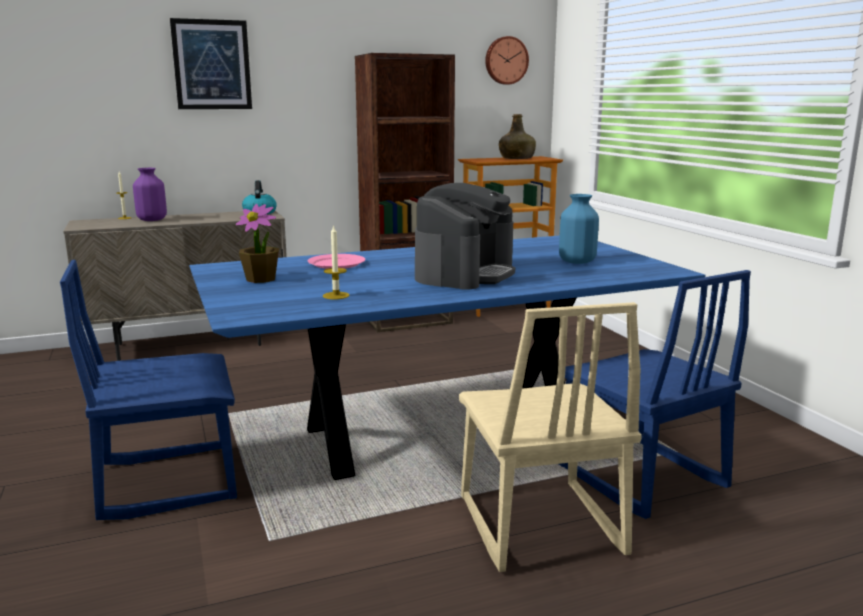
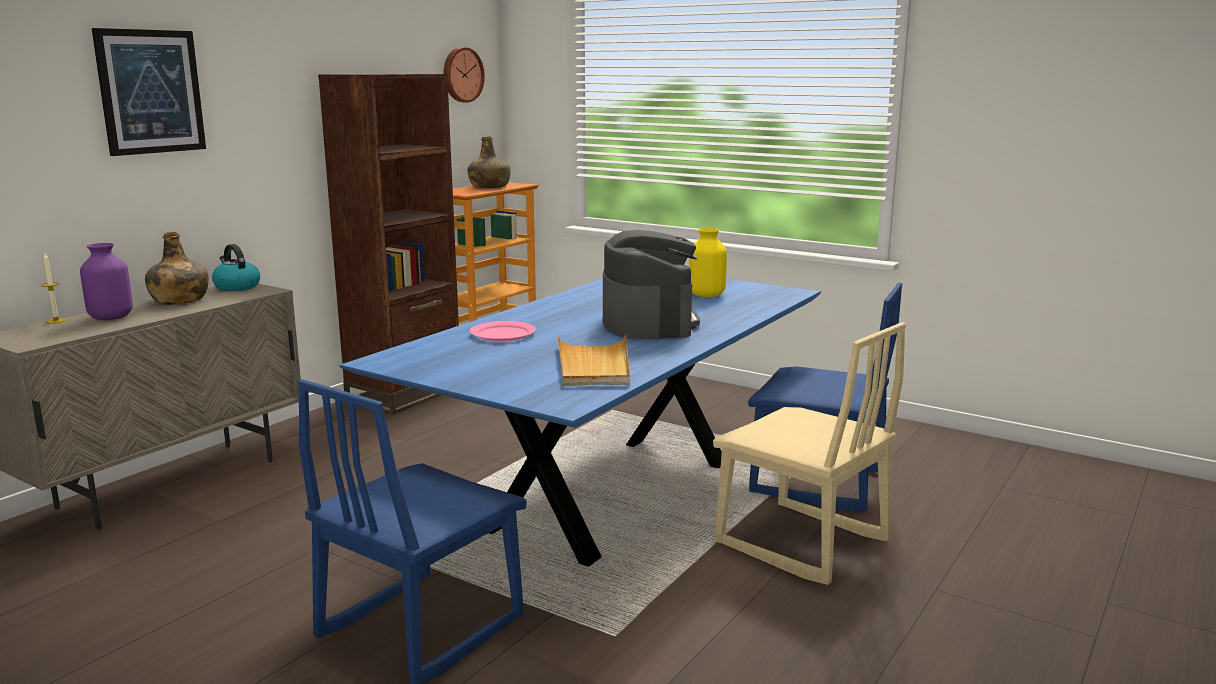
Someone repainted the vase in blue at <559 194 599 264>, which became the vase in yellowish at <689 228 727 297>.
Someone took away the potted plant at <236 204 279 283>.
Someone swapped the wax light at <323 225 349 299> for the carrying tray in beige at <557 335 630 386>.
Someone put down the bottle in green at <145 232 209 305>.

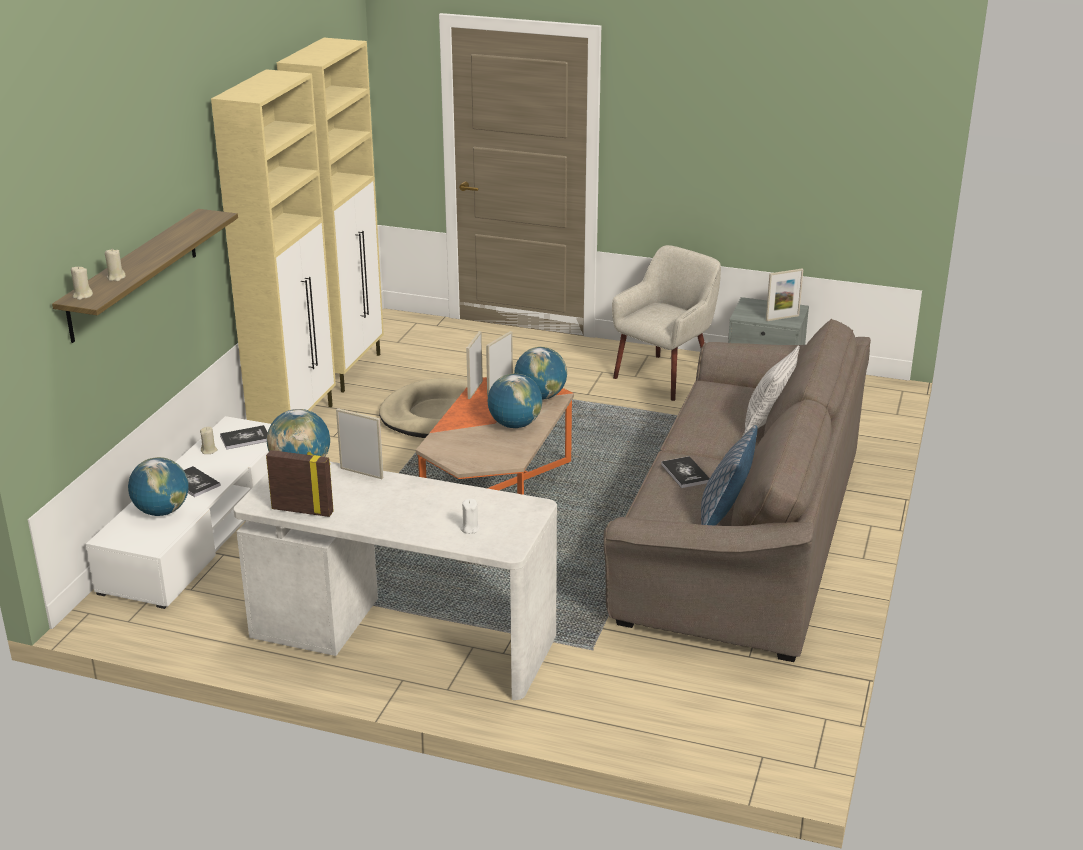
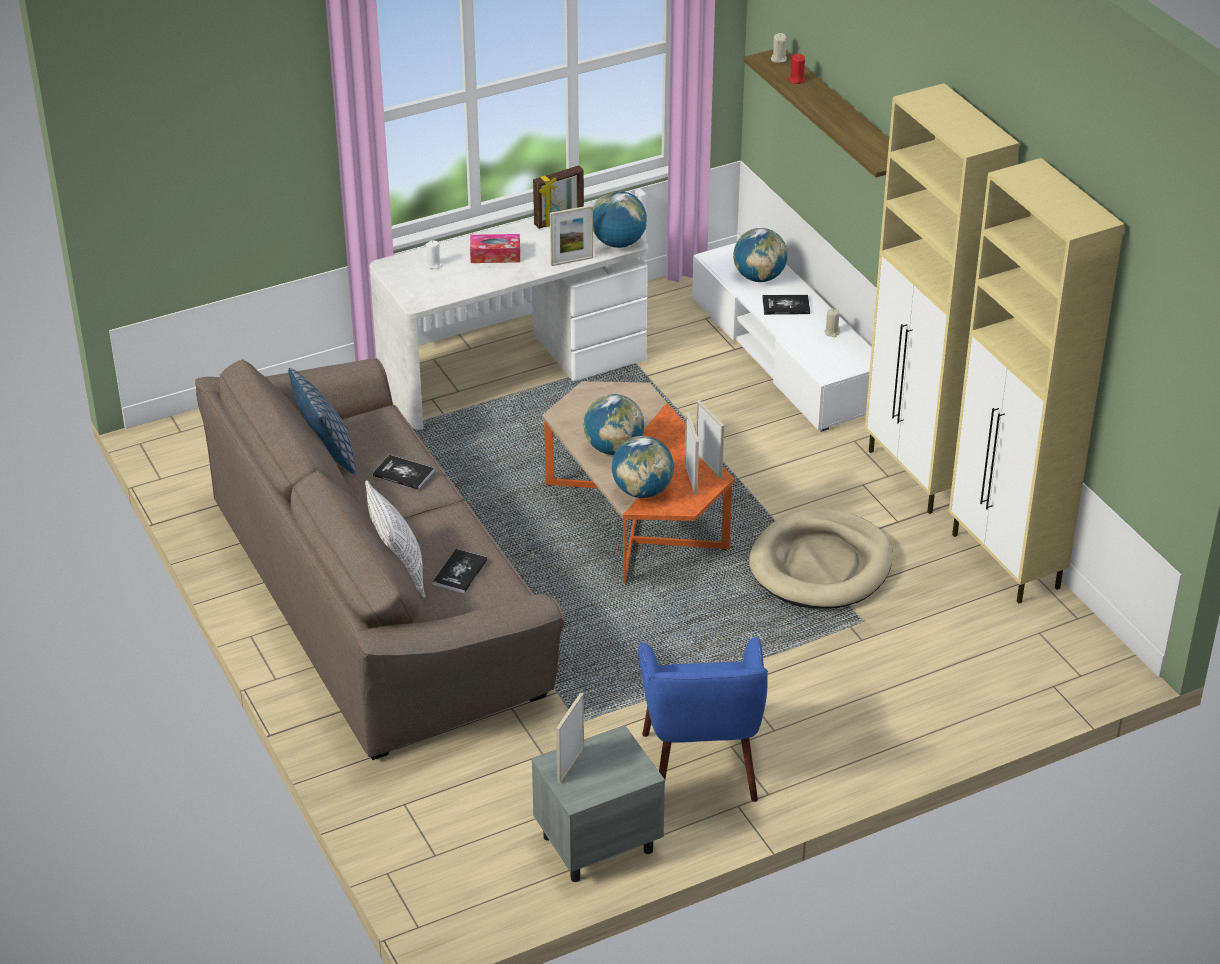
Someone repainted the armchair in beige at <612 245 721 401>, which became the armchair in blue at <638 637 768 802>.
Someone repainted the wax light in beige at <105 248 126 281>, which became the wax light in reddish at <788 53 806 84>.
Someone carried the bound book from <220 425 268 450> to <432 549 488 593>.
Someone put down the box of tissues at <470 234 520 263>.

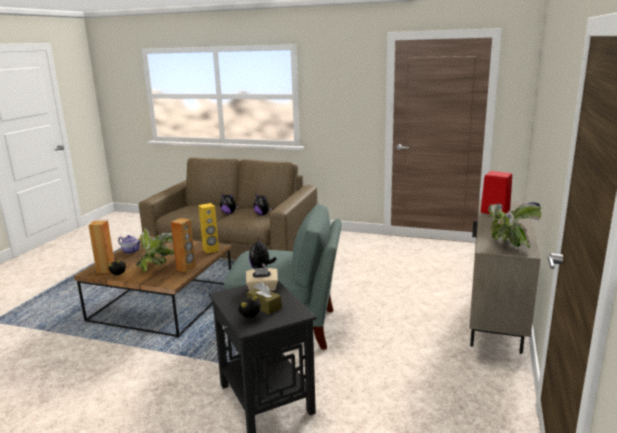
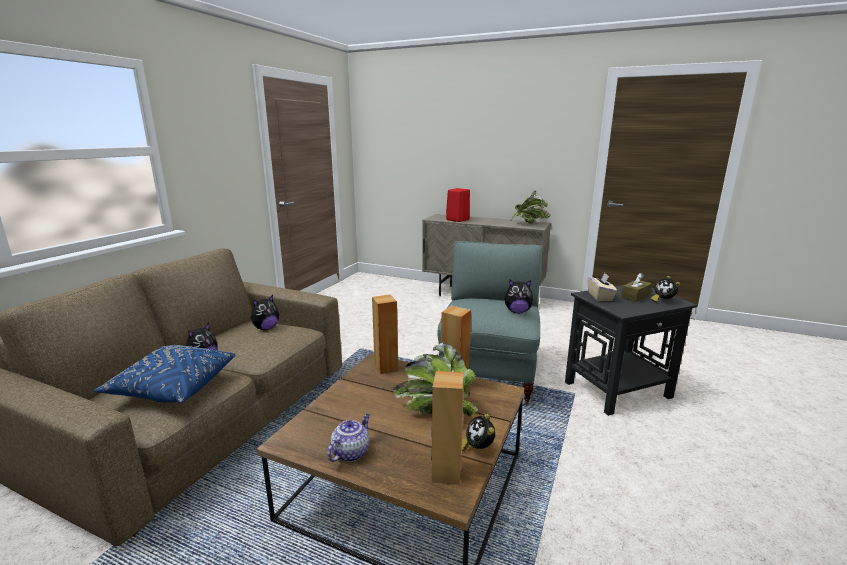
Someone repainted the loudspeaker in yellowish at <198 203 219 254>, which became the loudspeaker in brown at <372 294 398 374>.
Someone put down the cushion in blue at <94 345 235 403>.

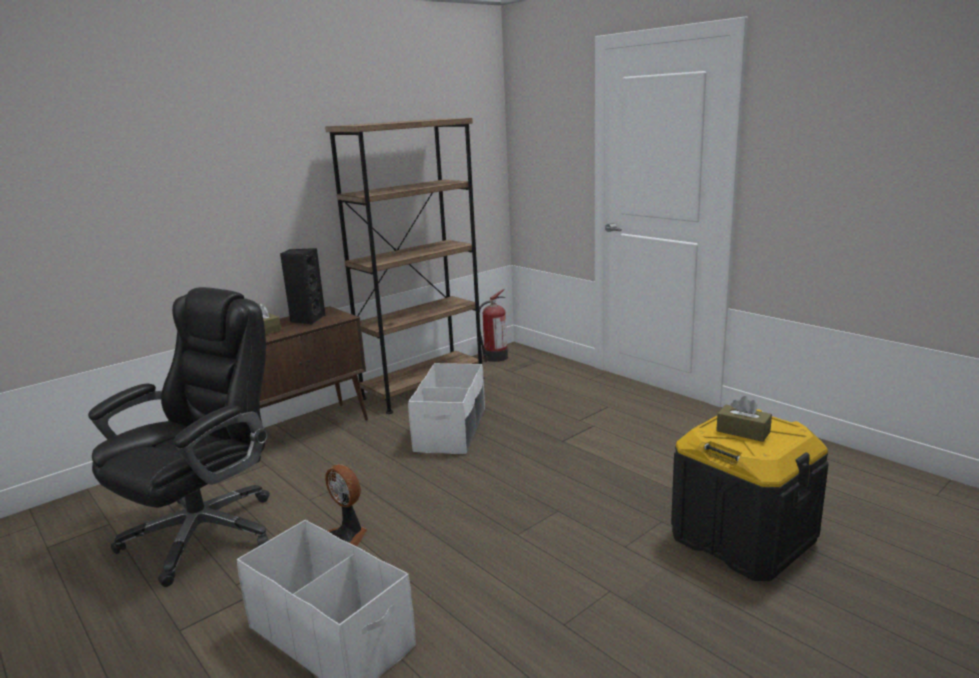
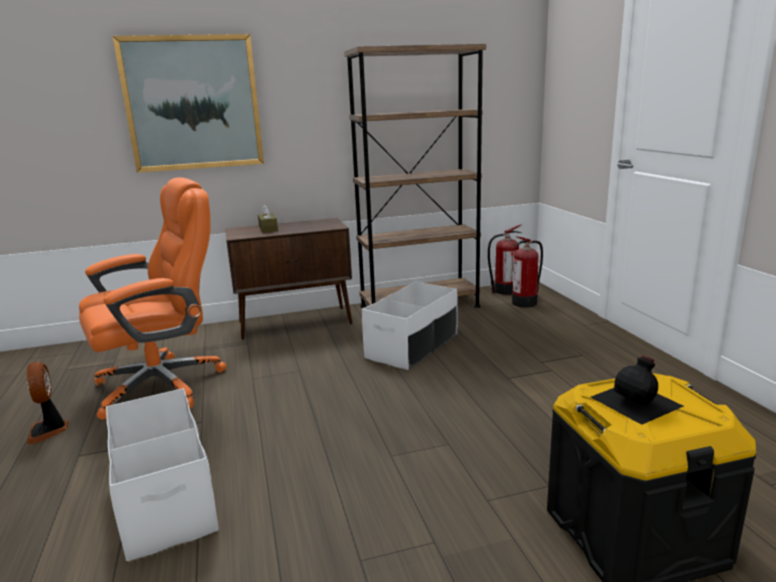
Someone took away the loudspeaker in black at <280 248 326 325>.
Someone repainted the computer chair in black at <88 287 270 587>, which became the computer chair in orangey at <79 177 227 420>.
Someone swapped the box of tissues in brown at <716 396 772 442> for the bottle in black at <591 355 684 425>.
Someone carried the cooling fan from <325 464 367 546> to <26 362 69 444>.
Someone put up the picture at <112 34 264 173>.
Someone put down the fire extinguisher at <512 236 543 308>.

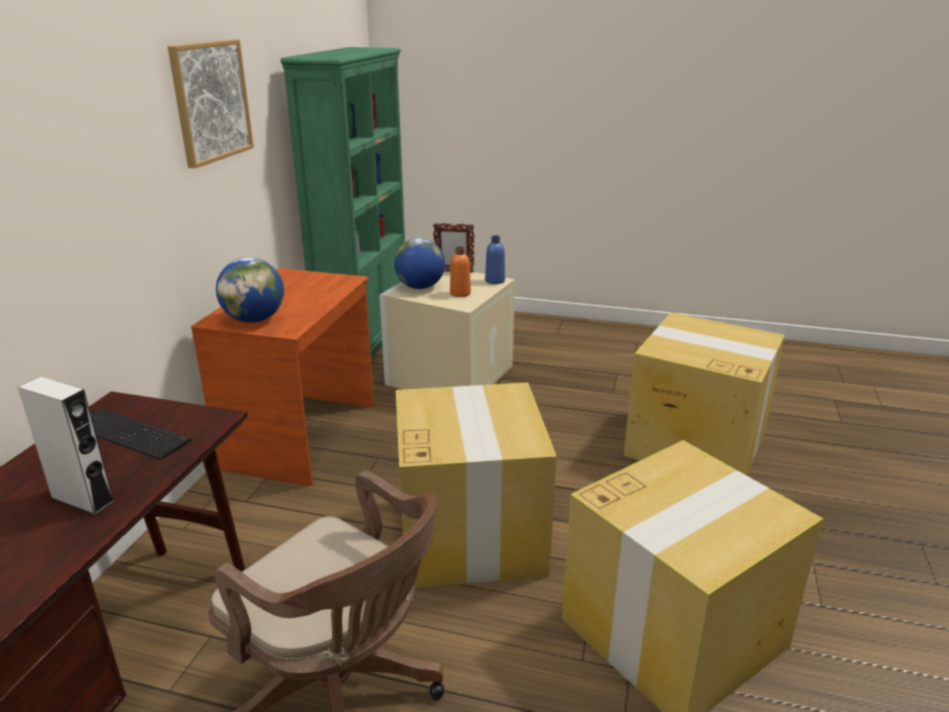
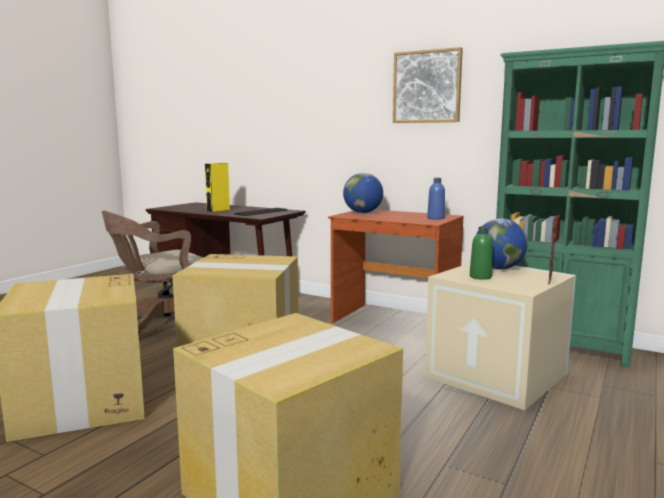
Someone carried the bottle in blue from <485 235 505 284> to <427 178 445 220>.
Someone repainted the bottle in orangey at <450 246 471 297>, which became the bottle in green at <470 227 493 280>.
Someone repainted the loudspeaker in greyish at <18 376 115 515>, which became the loudspeaker in yellowish at <205 163 230 212>.

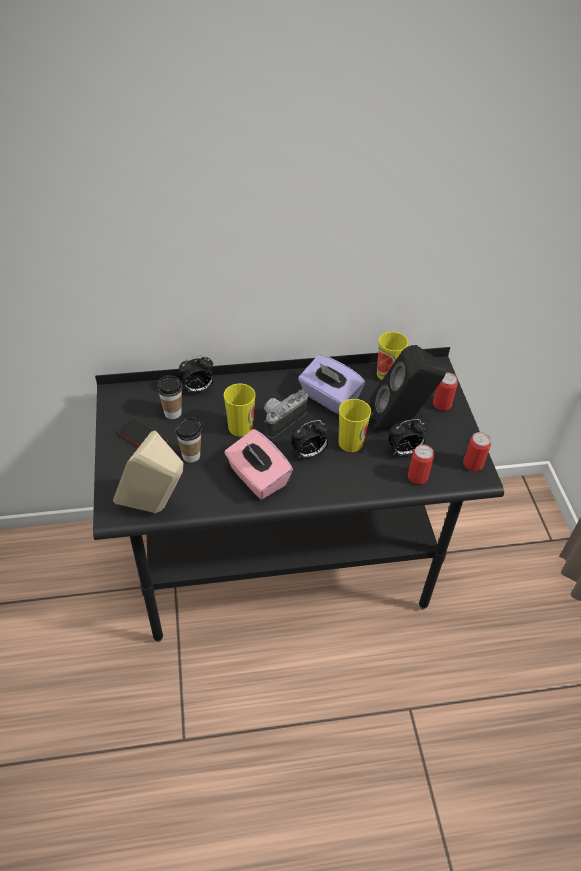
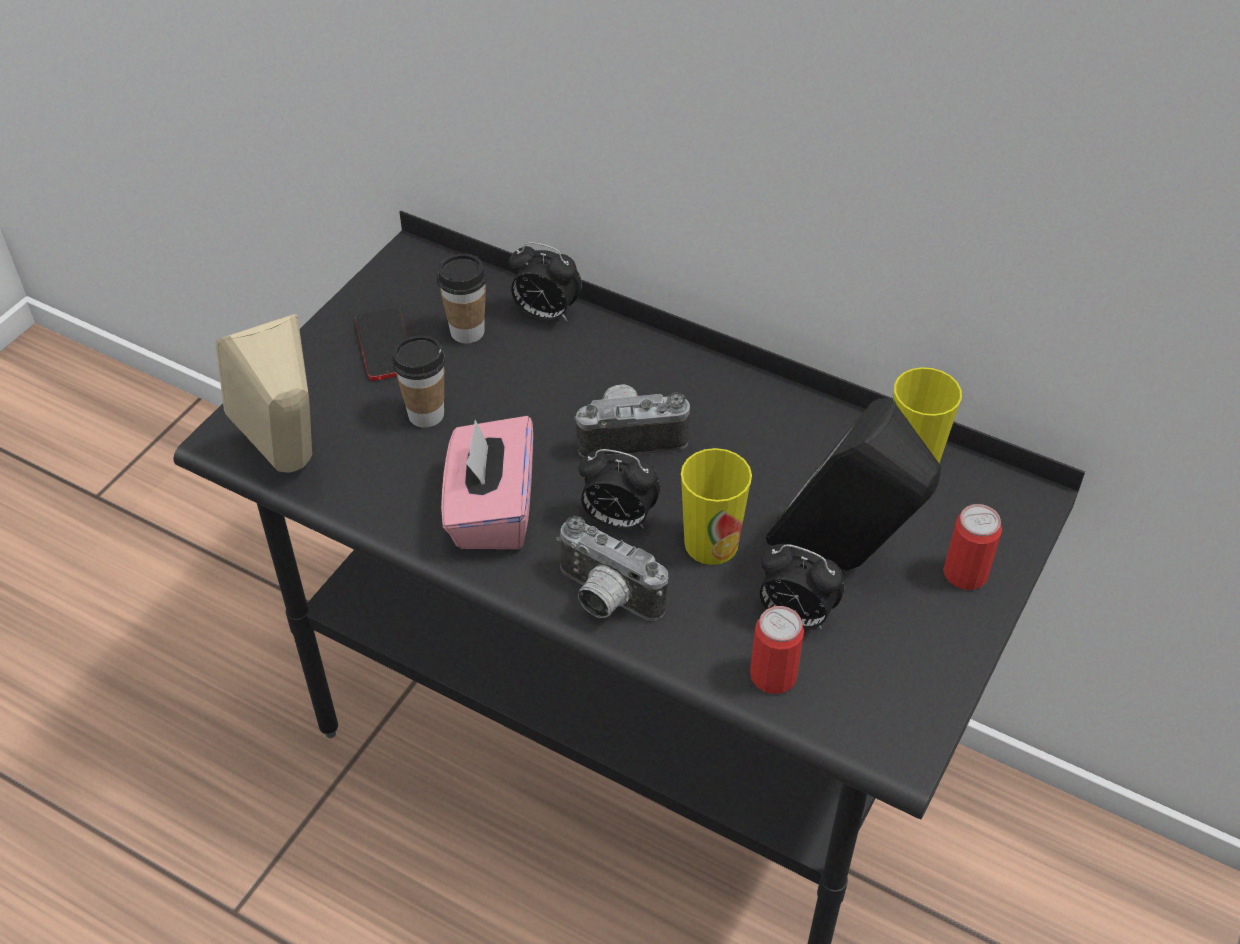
Someone took away the box of tissues in purple-coloured at <298 355 365 414>.
Someone took away the drinking cup at <224 383 255 437>.
Someone took away the metal can at <463 432 491 471>.
Someone put down the photo camera at <556 516 669 621>.

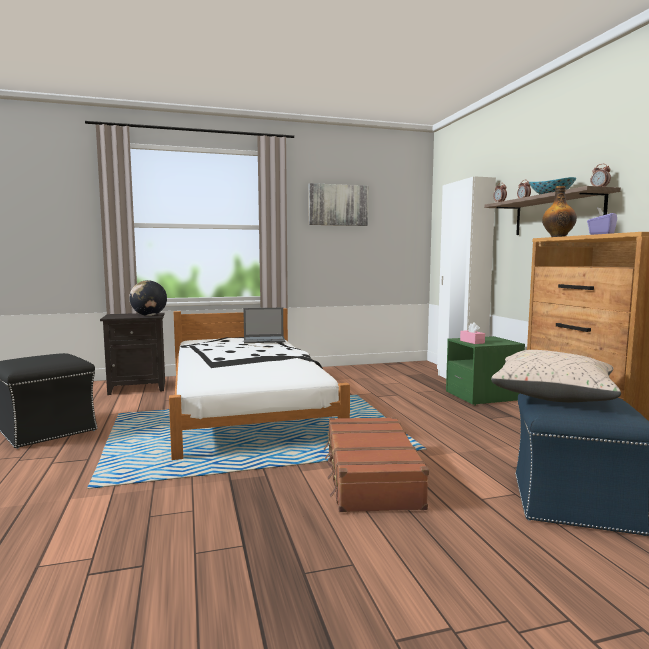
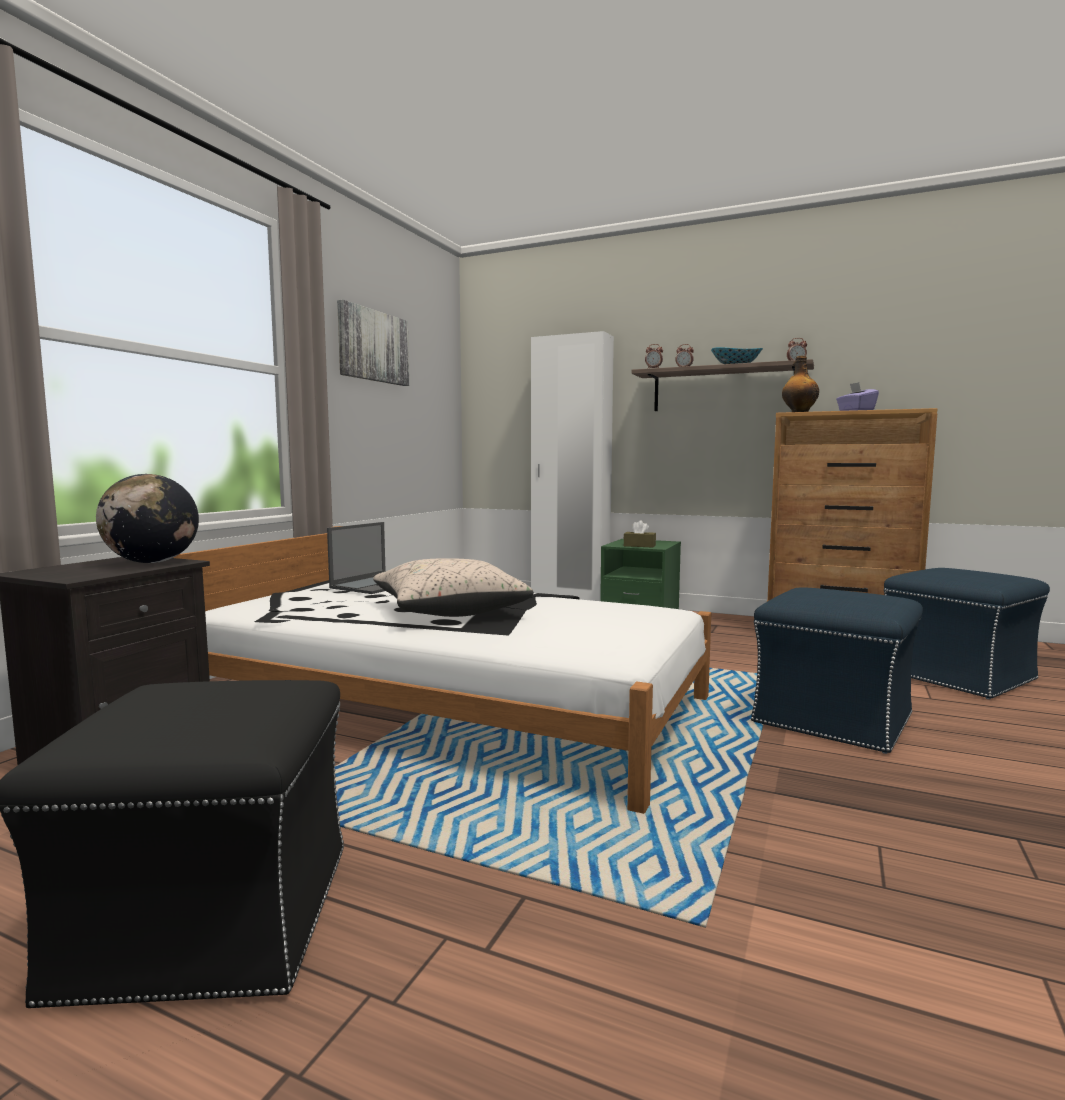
Someone repainted the box of tissues in pink at <460 322 485 344>, which became the box of tissues in brown at <624 520 656 547>.
Someone carried the cushion in beige from <491 350 621 402> to <373 558 534 617>.
Someone swapped the travel case in brown at <324 417 429 512> for the ottoman in blue at <751 587 923 754>.

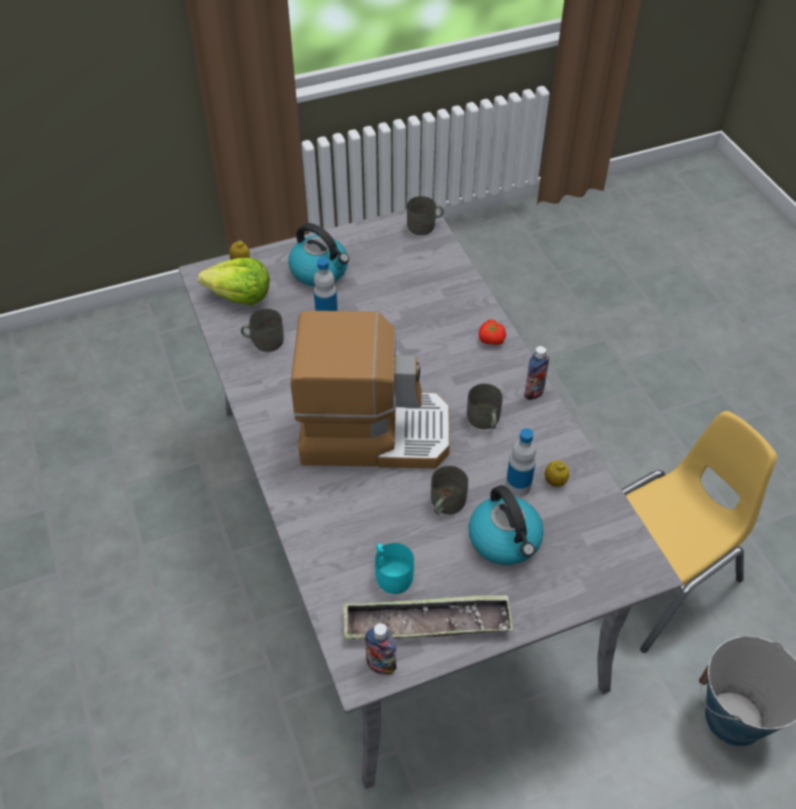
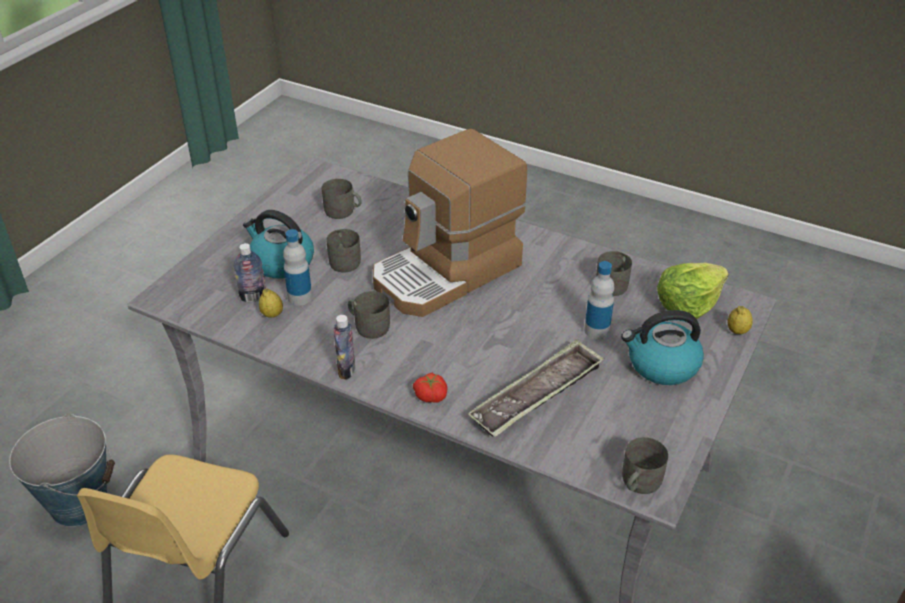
Someone repainted the tea mug in turquoise at <375 543 414 594>, which became the tea mug in greyish at <322 179 362 219>.
Someone carried the carrying tray from <344 595 513 639> to <468 339 604 437>.
Someone carried the bottle from <365 623 396 675> to <234 243 266 302>.

